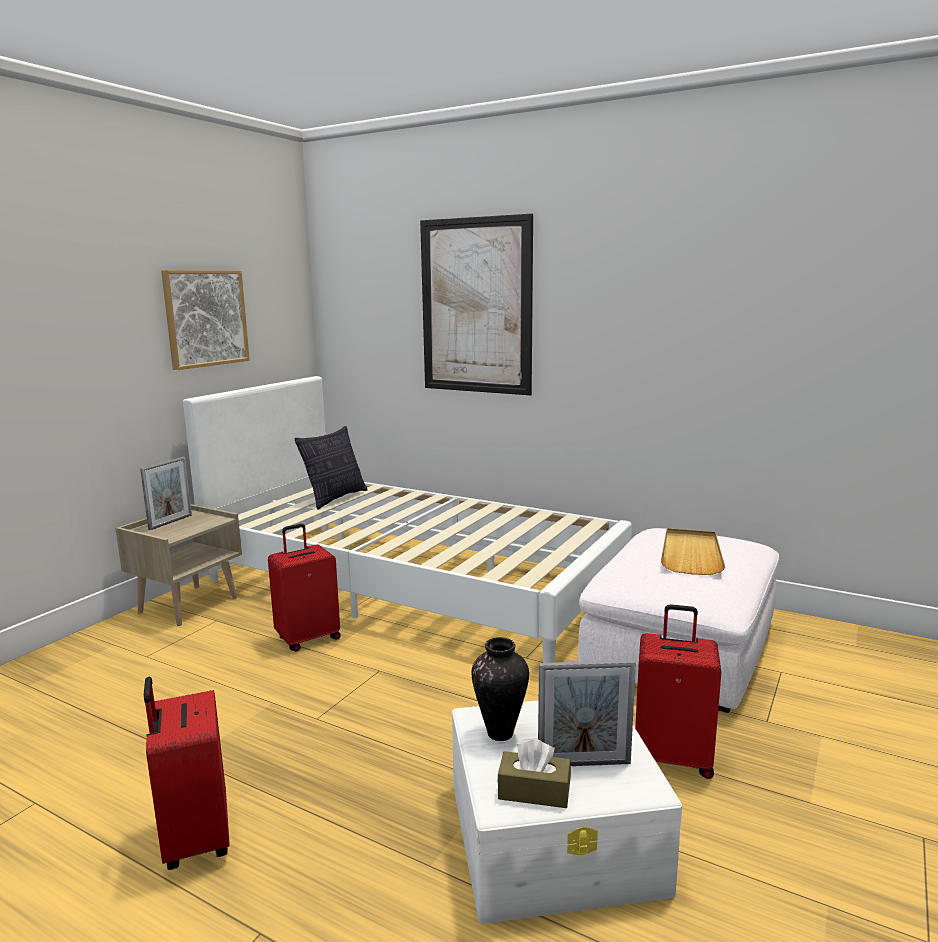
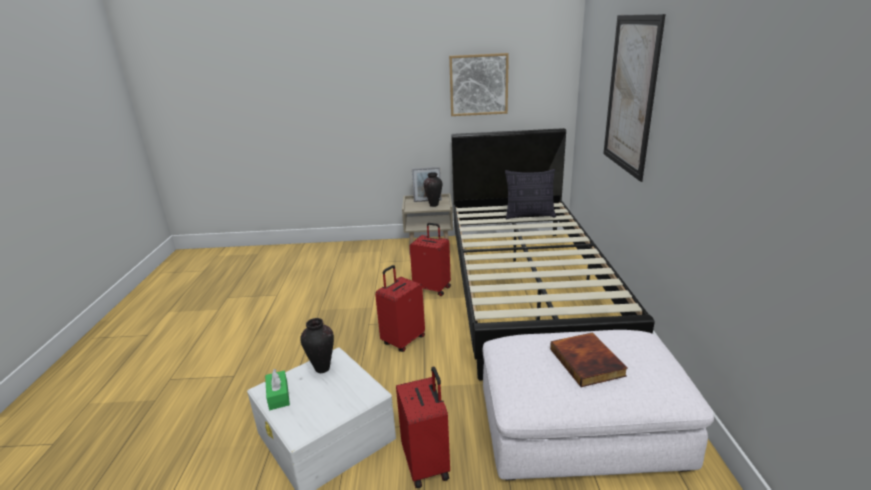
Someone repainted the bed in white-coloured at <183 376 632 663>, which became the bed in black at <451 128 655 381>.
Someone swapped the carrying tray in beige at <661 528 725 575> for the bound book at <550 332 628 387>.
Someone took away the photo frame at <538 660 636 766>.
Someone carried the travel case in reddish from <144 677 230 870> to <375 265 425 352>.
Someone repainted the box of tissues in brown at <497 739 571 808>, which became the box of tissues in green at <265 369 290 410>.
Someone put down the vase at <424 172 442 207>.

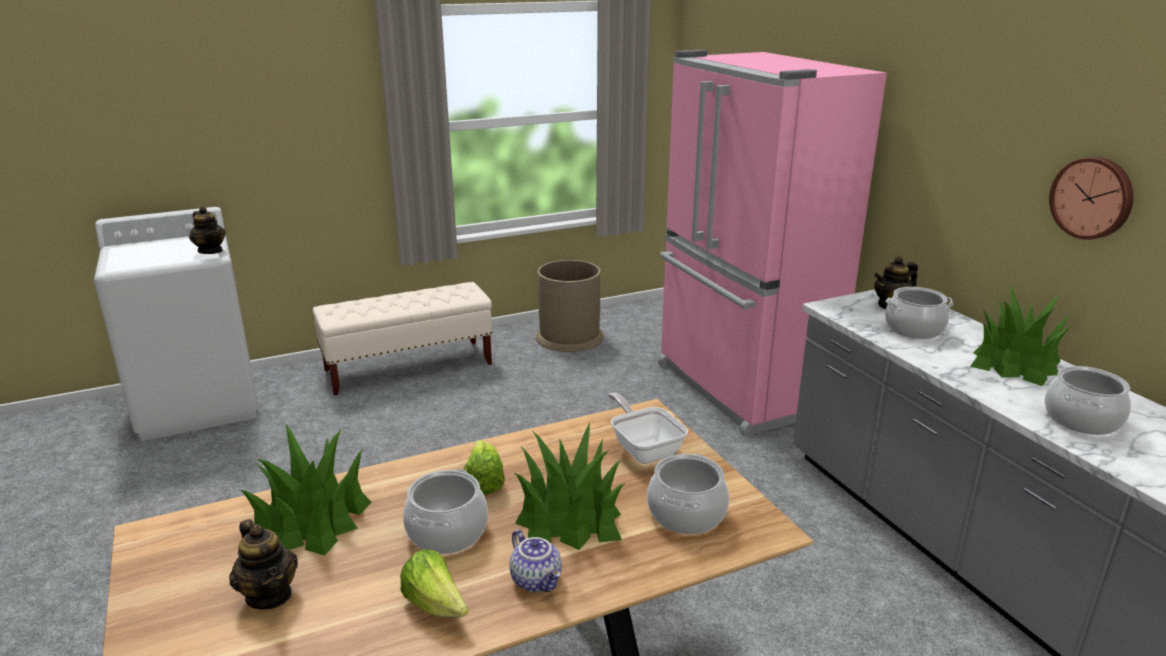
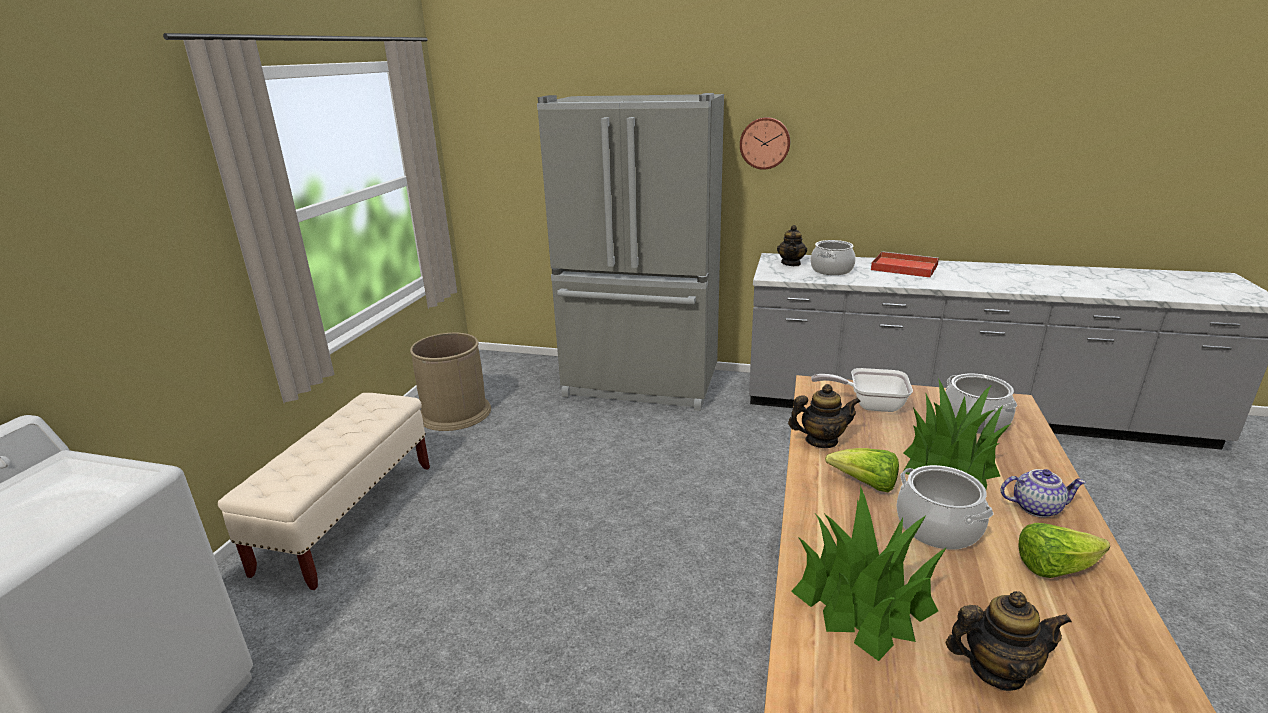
Someone repainted the refrigerator in pink at <658 50 887 437>, which became the refrigerator in greyish at <537 93 724 411>.
Someone carried the wall clock from <1049 157 1133 240> to <740 117 790 170>.
Someone carried the pot for tea from <189 206 226 254> to <788 384 861 448>.
Someone swapped the potted plant at <970 284 1069 386> for the carrying tray in reddish at <871 251 939 278>.
Someone took away the stockpot at <1045 366 1131 435>.

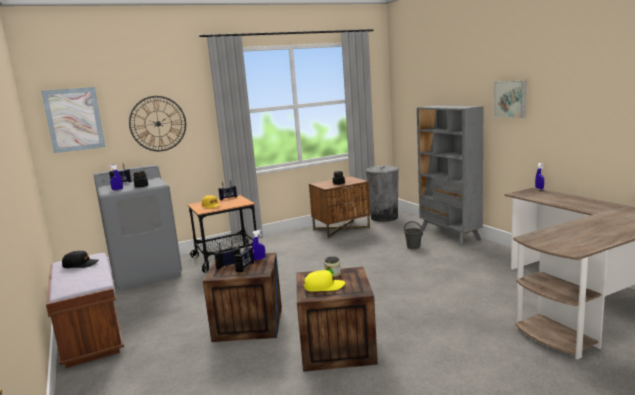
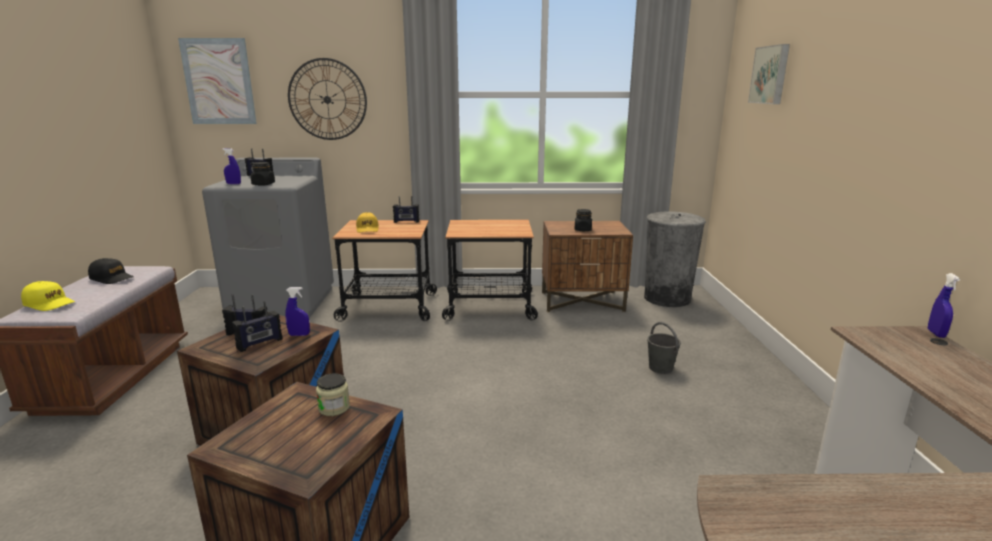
Someone carried the picture from <494 80 526 118> to <748 44 790 104>.
Someone took away the shelving unit in greyish at <417 105 483 245>.
Someone carried the baseball cap in yellowish from <304 270 345 292> to <21 281 75 311>.
Someone put down the wheeled cart at <442 220 538 321>.

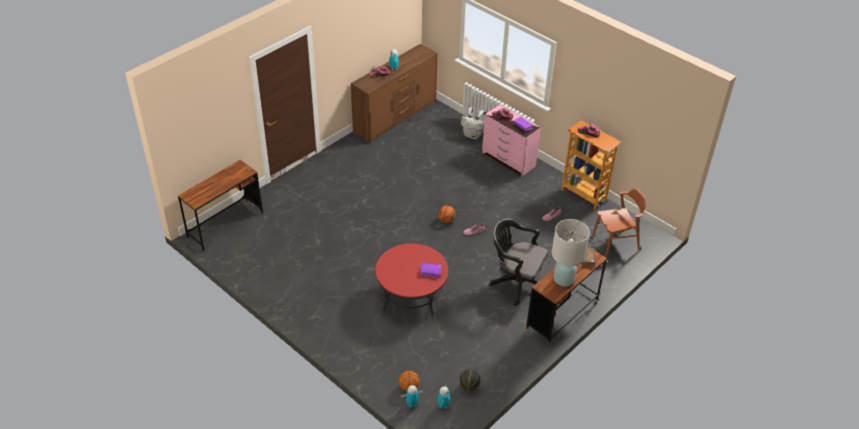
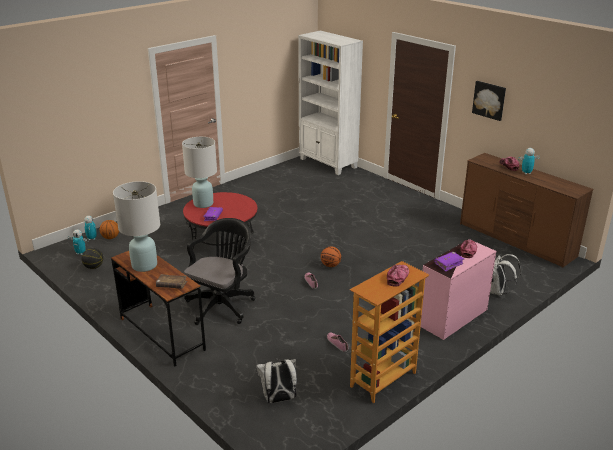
Someone swapped the desk table in brown at <178 160 264 251> for the shelving unit in white-coloured at <298 31 363 175>.
Someone swapped the chair in brown at <592 188 646 257> for the knapsack in white-coloured at <256 359 297 403>.
Someone put up the picture at <472 81 506 121>.
Someone put down the tabletop lamp in white-coloured at <182 137 217 208>.

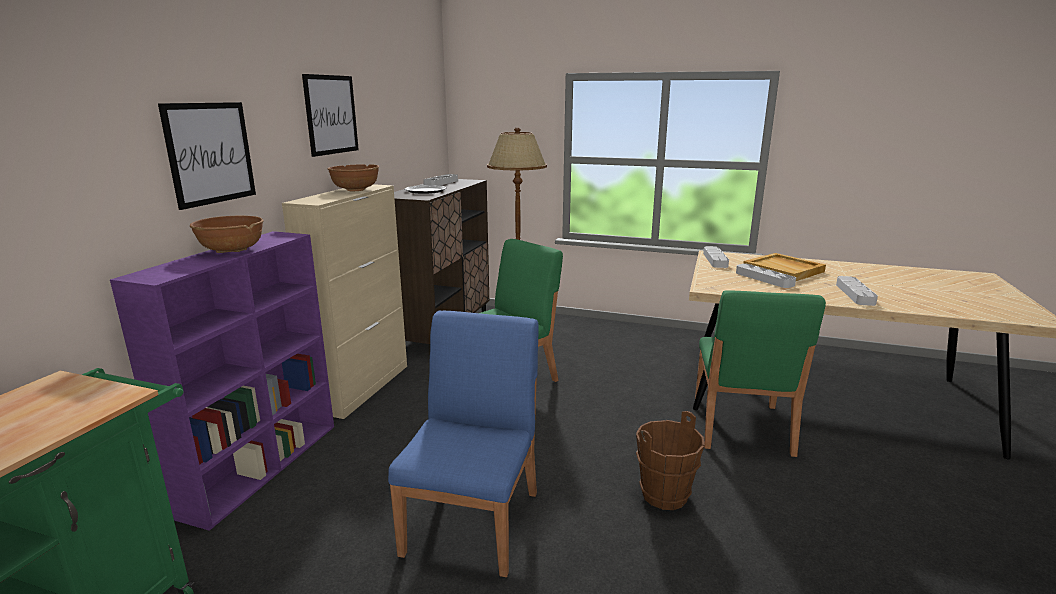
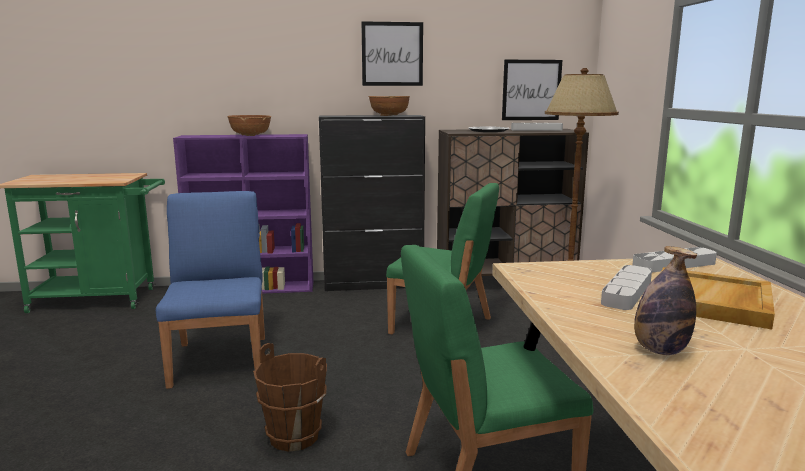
Someone carried the picture from <158 102 256 210> to <502 60 562 120>.
Someone repainted the cupboard in beige at <282 184 407 419>, which became the cupboard in black at <319 115 425 291>.
Someone swapped the carrying tray in greyish at <836 276 878 306> for the bottle at <634 246 697 355>.
Someone rotated the chair in blue at <388 311 539 577> by 90 degrees counterclockwise.

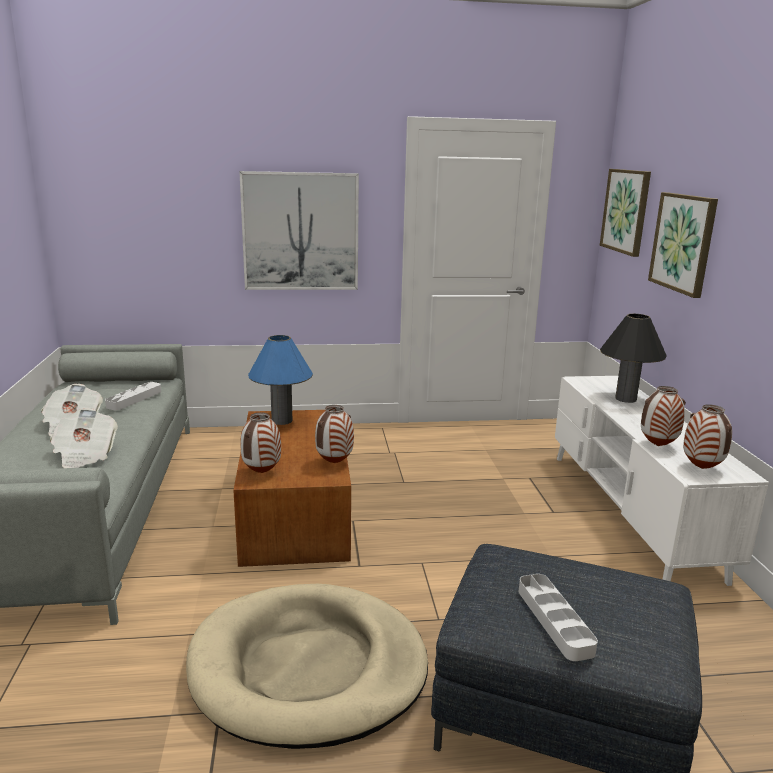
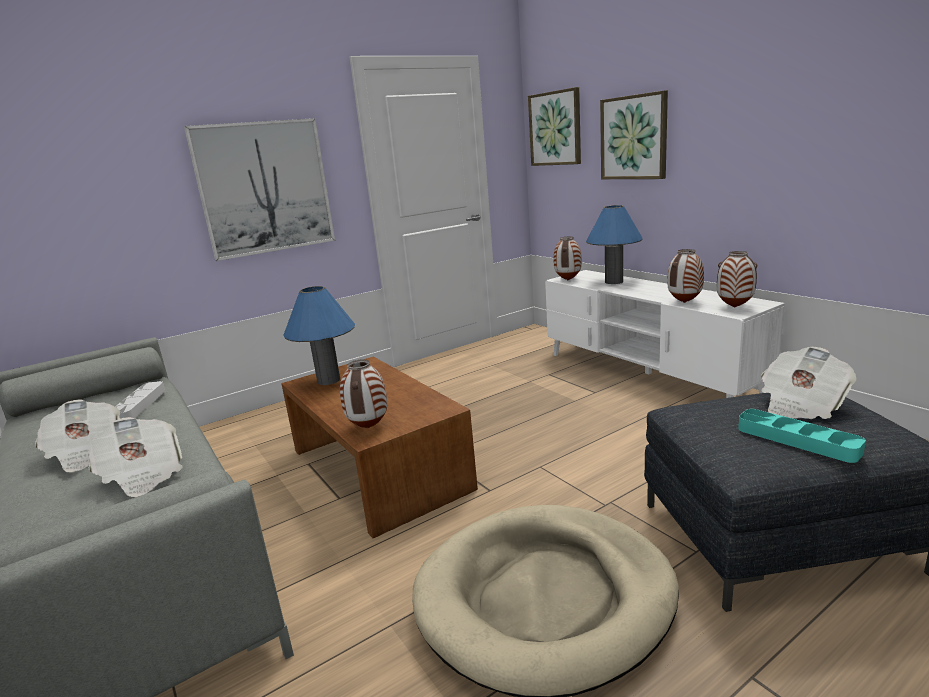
Someone repainted the tabletop lamp in black at <600 314 667 403>, which became the tabletop lamp in blue at <586 205 643 284>.
Someone carried the vase from <315 405 354 463> to <553 237 582 280>.
Someone repainted the carrying tray in greyish at <519 574 598 661>, which became the carrying tray in turquoise at <738 409 866 463>.
Someone put down the newspaper at <761 347 856 419>.

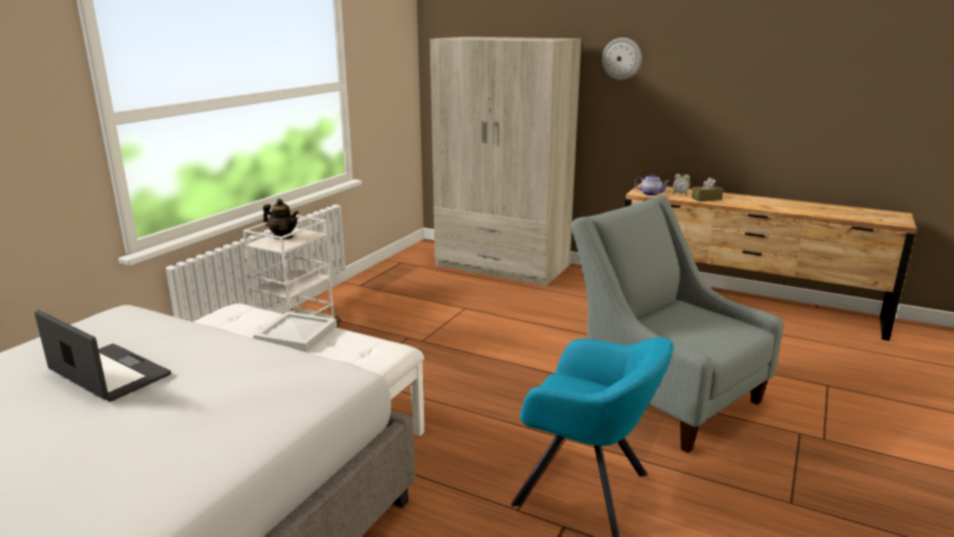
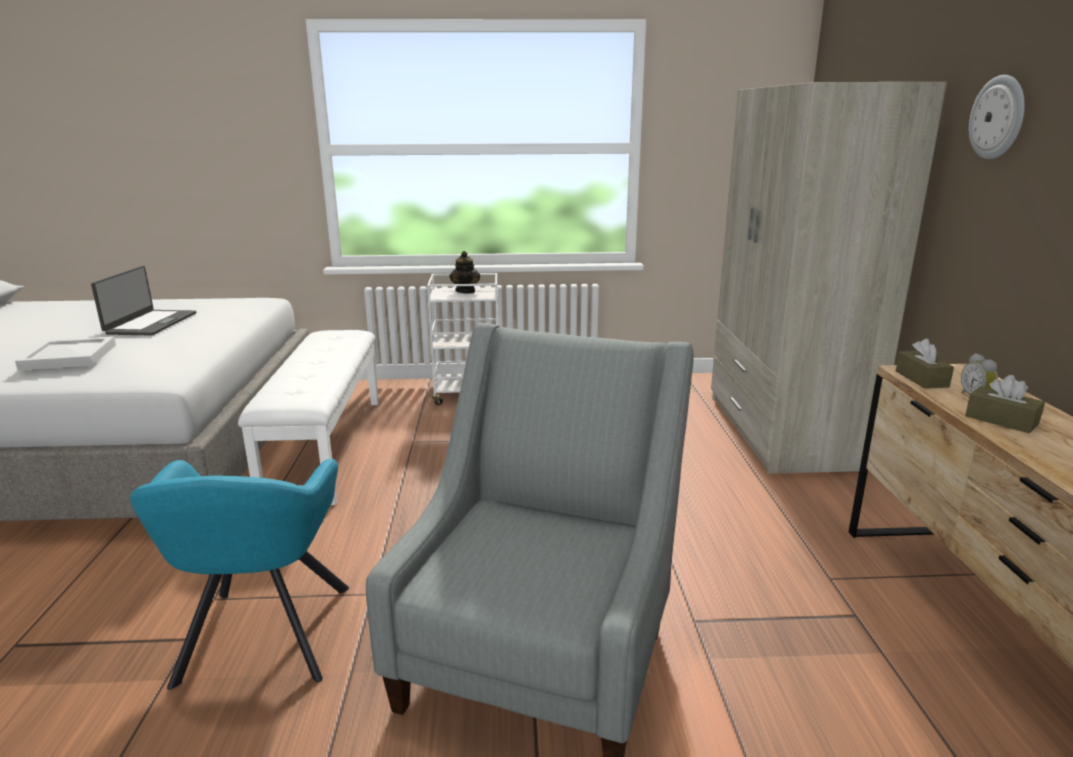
Someone swapped the pot for tea at <634 174 670 196> for the box of tissues in brown at <896 339 954 389>.
Someone carried the carrying tray in white-coloured from <253 312 337 352> to <15 337 116 370>.

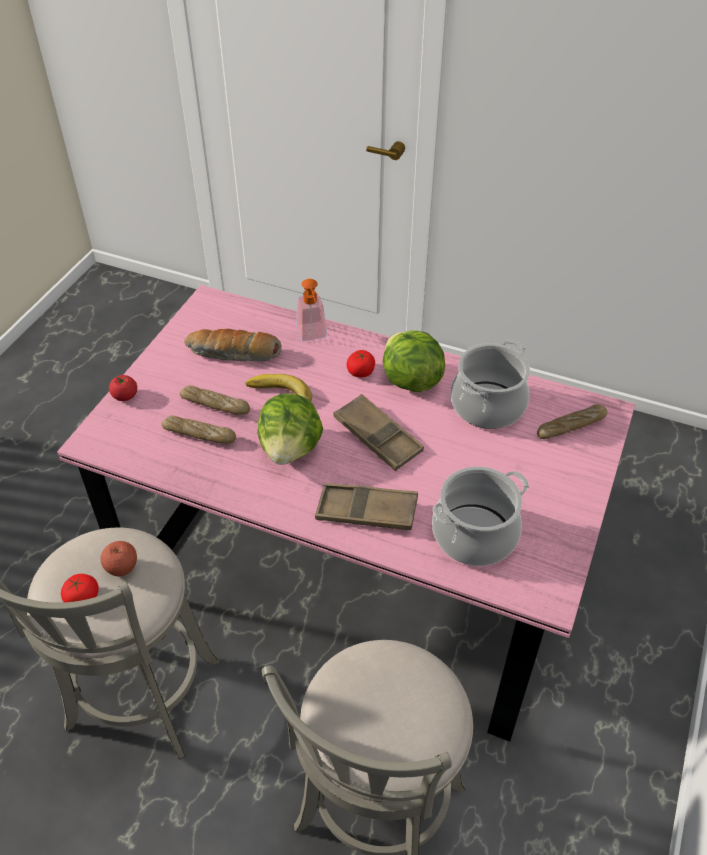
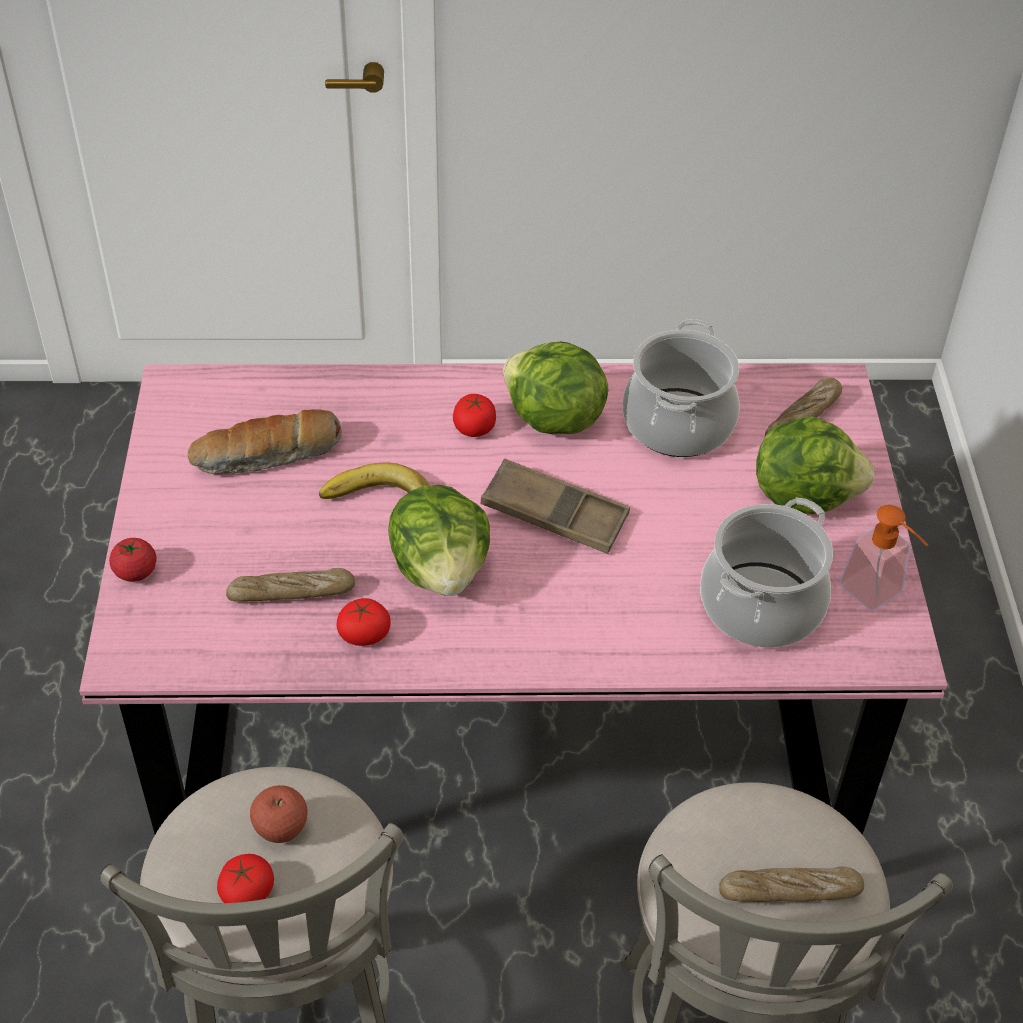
Someone carried the liquid soap bottle from <296 279 327 341> to <840 505 928 610>.
Someone carried the bakery bread from <180 385 250 415> to <719 867 864 902>.
Someone took away the carrying tray in brown at <315 483 418 530>.
Someone put down the head of lettuce at <756 416 875 514>.
Someone put down the fresh tomato at <336 598 391 646>.

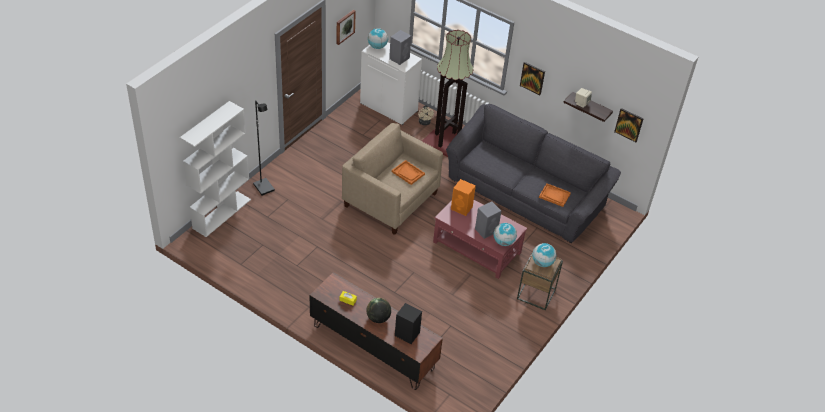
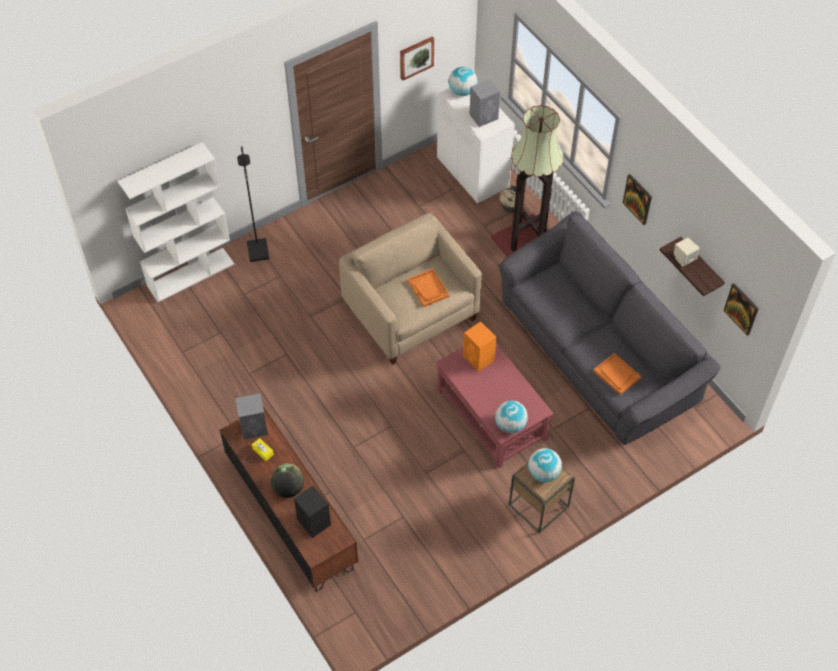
Someone carried the loudspeaker in greyish from <475 202 501 239> to <235 394 268 440>.

